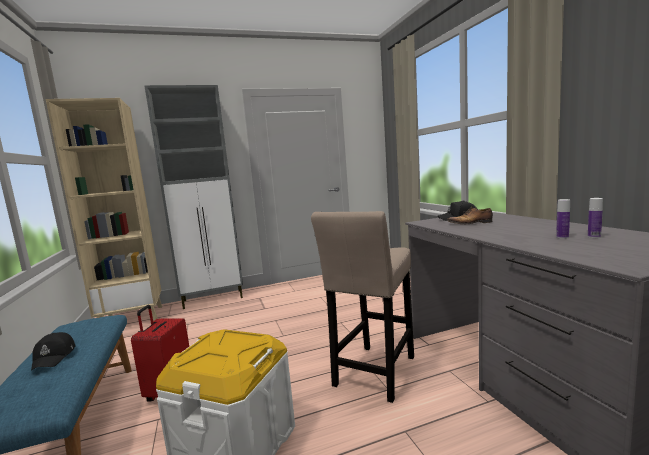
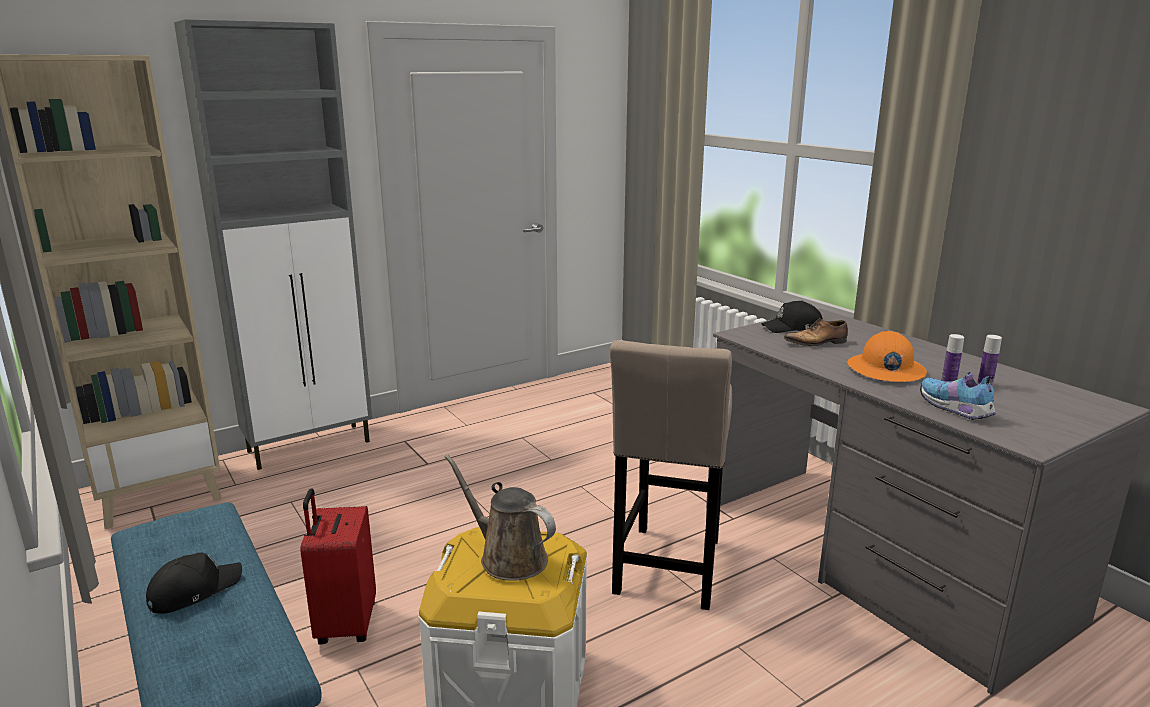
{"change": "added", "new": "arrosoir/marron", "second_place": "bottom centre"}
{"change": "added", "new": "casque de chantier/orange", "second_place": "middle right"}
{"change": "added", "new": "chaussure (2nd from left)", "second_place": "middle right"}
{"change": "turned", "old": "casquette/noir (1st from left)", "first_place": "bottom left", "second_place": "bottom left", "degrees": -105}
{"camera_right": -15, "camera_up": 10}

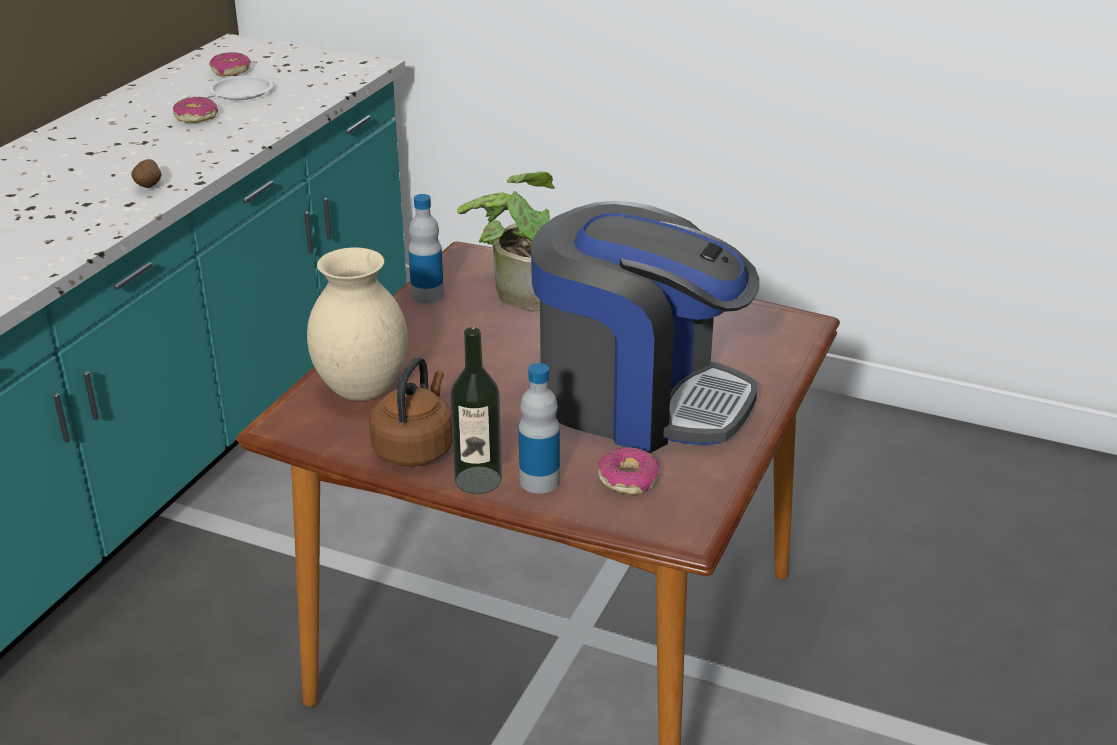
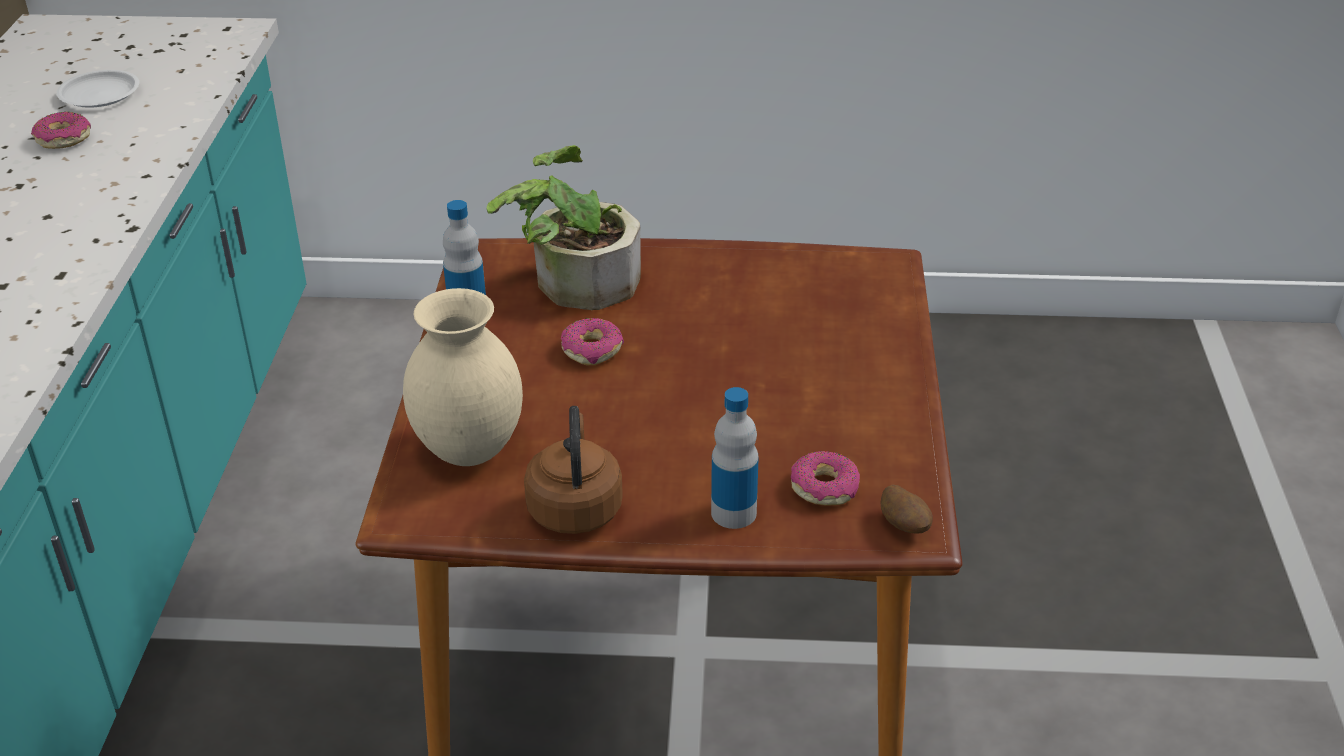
{"change": "removed", "old": "bouteille (2nd from left)", "first_place": "centre"}
{"change": "removed", "old": "machine à café", "first_place": "centre"}
{"change": "moved", "old": "pomme de terre", "first_place": "top left", "second_place": "bottom right"}
{"change": "moved", "old": "beignet (2nd from left)", "first_place": "top left", "second_place": "centre"}
{"camera_right": -20, "camera_up": 5}

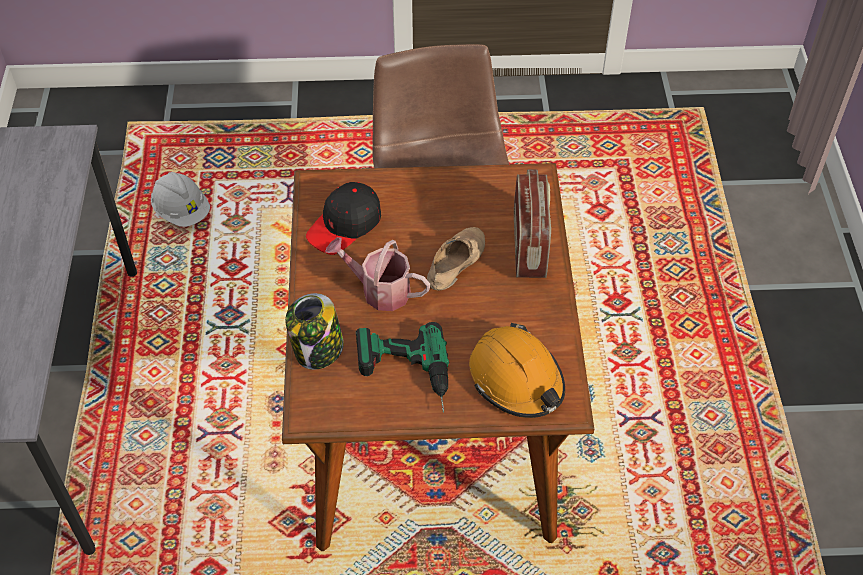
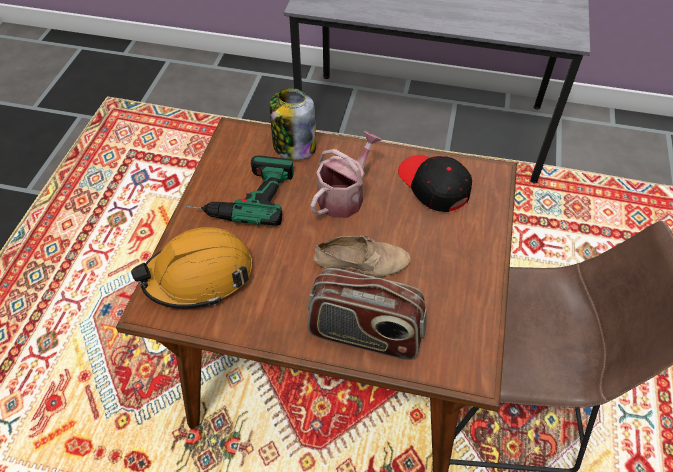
{"change": "removed", "old": "casque de chantier/blanc", "first_place": "middle left"}
{"change": "turned", "old": "chaussure/beige", "first_place": "centre", "second_place": "centre", "degrees": -45}
{"camera_right": 105, "camera_up": 0}

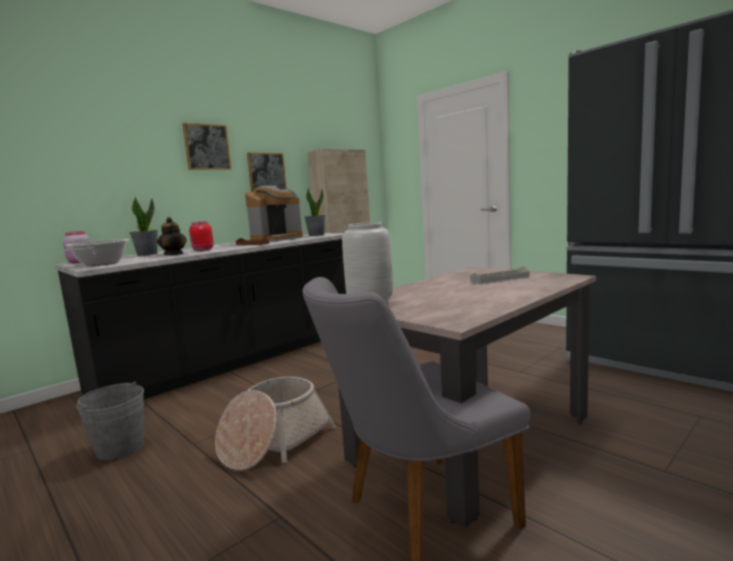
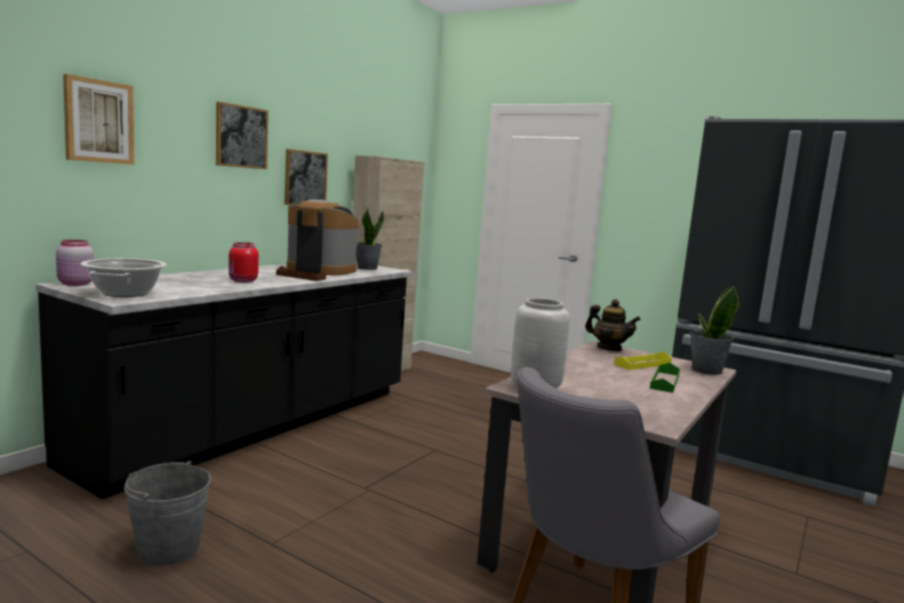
{"change": "removed", "old": "panier", "first_place": "bottom centre"}
{"change": "added", "new": "tableau (1st from left)", "second_place": "top left"}
{"change": "added", "new": "plateau/vert", "second_place": "middle right"}
{"change": "moved", "old": "plante en pot (1st from left in the first image)", "new": "plante en pot (2nd from left)", "first_place": "middle left", "second_place": "middle right"}
{"change": "moved", "old": "théière", "first_place": "middle left", "second_place": "middle right"}
{"change": "recoloured", "old": "plateau/gris", "new": "plateau/jaune", "first_place": "middle right", "second_place": "middle right"}
{"change": "turned", "old": "machine à café", "first_place": "centre", "second_place": "centre", "degrees": -105}
{"camera_right": -15, "camera_up": 0}

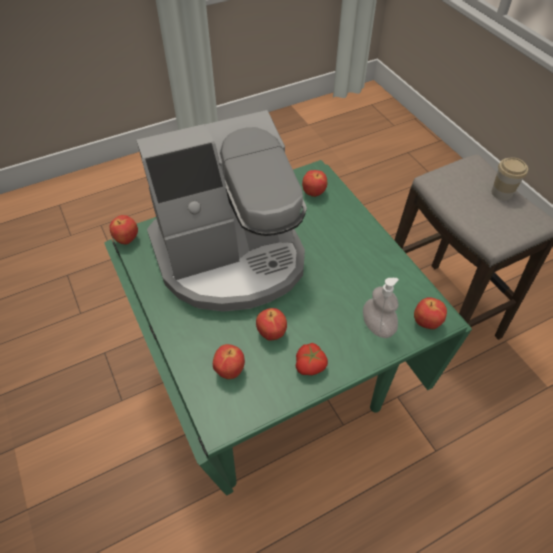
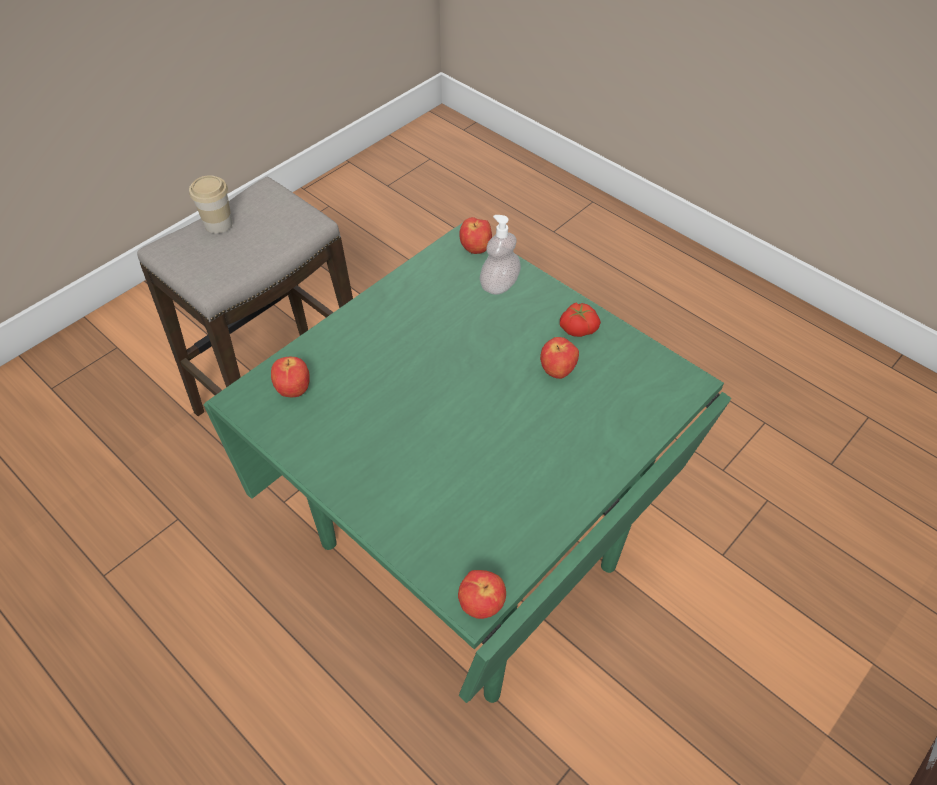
{"change": "removed", "old": "machine à café", "first_place": "centre"}
{"change": "removed", "old": "pomme (2nd from left)", "first_place": "centre"}
{"camera_right": -110, "camera_up": 0}

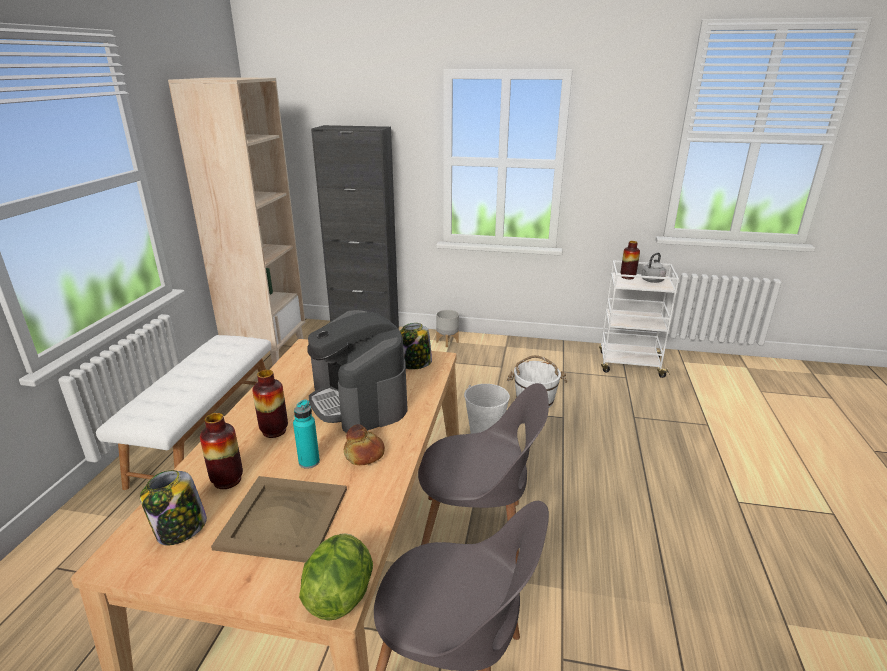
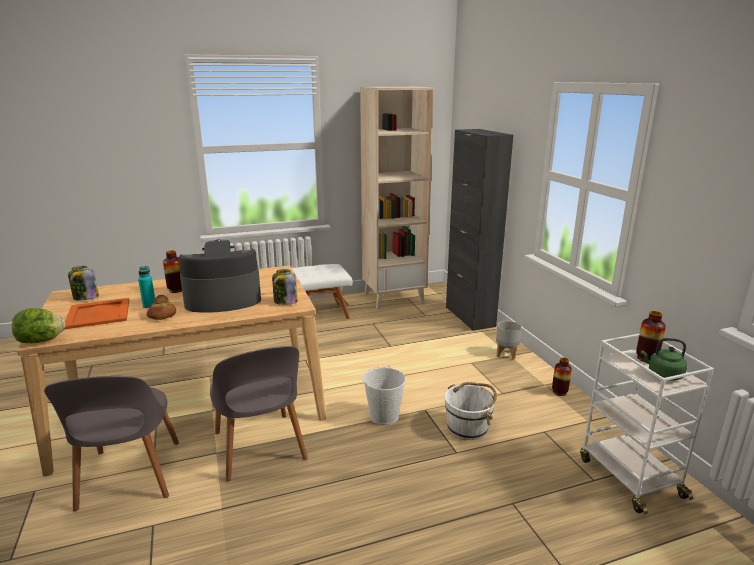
{"change": "moved", "old": "vase (1st from left in the first image)", "new": "vase (2nd from left)", "first_place": "bottom left", "second_place": "middle right"}
{"change": "recoloured", "old": "plateau/beige", "new": "plateau/orange", "first_place": "bottom left", "second_place": "middle left"}
{"change": "recoloured", "old": "bouilloire/gris", "new": "bouilloire/vert", "first_place": "middle right", "second_place": "middle right"}
{"change": "turned", "old": "machine à café", "first_place": "centre", "second_place": "middle left", "degrees": 45}
{"camera_right": 60, "camera_up": -5}

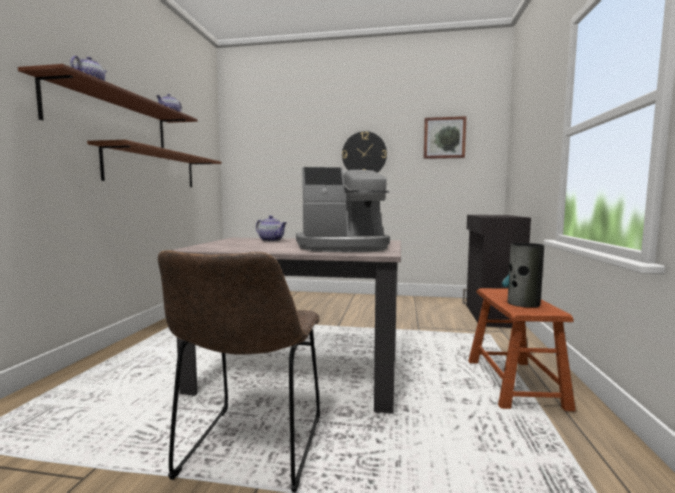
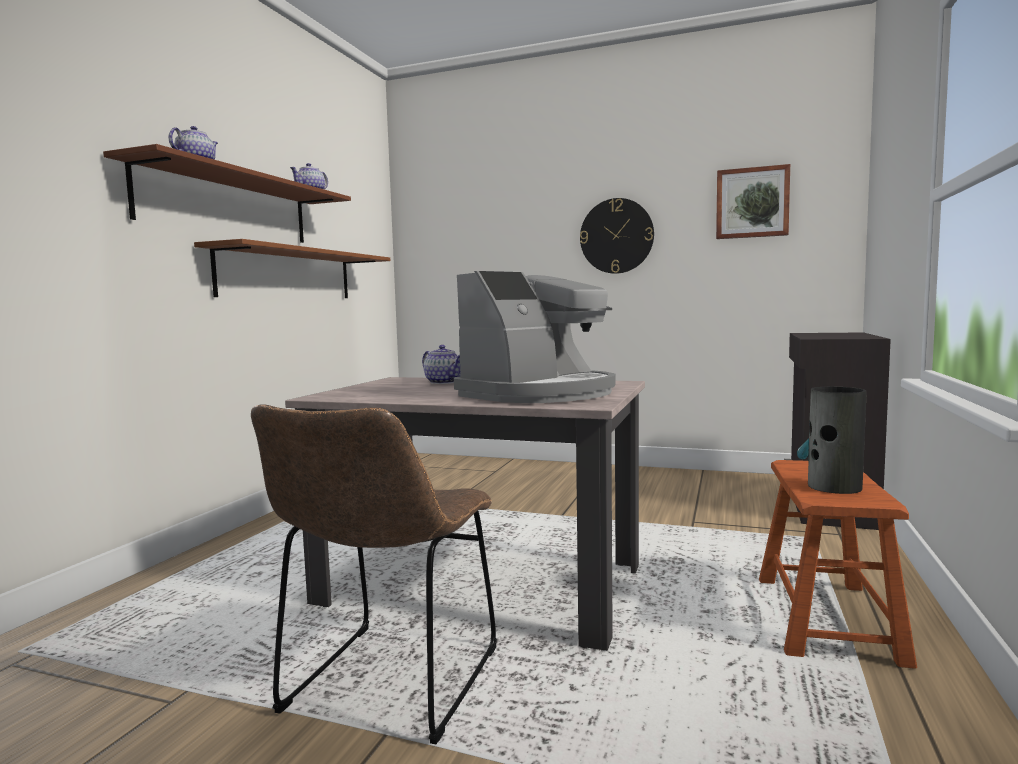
{"change": "turned", "old": "machine à café", "first_place": "centre", "second_place": "centre", "degrees": -45}
{"camera_right": 10, "camera_up": 0}

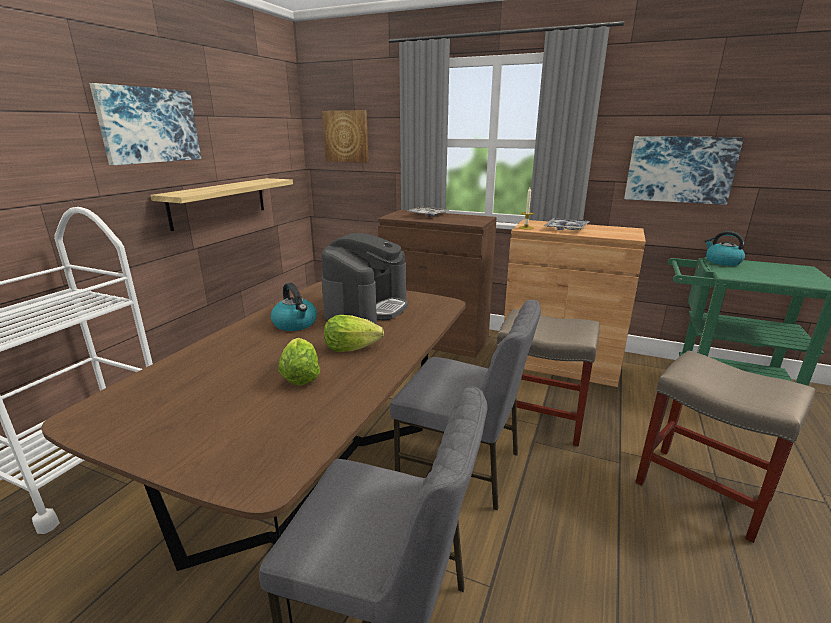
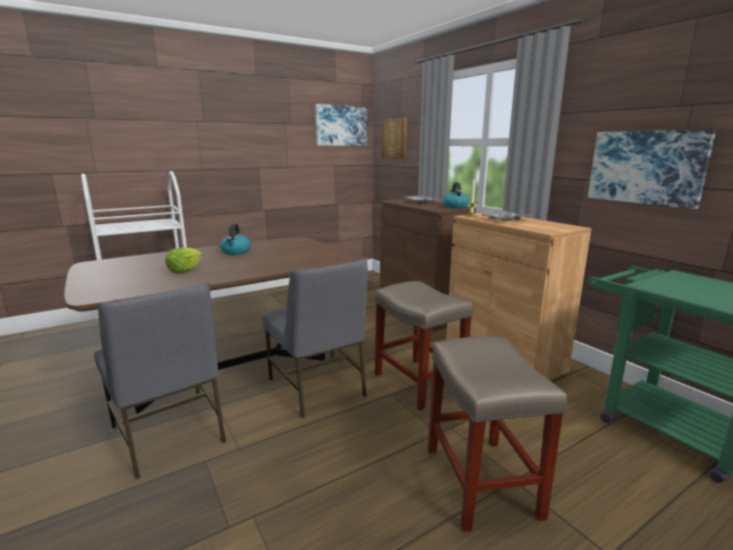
{"change": "removed", "old": "étagère", "first_place": "top left"}
{"change": "removed", "old": "machine à café", "first_place": "centre"}
{"change": "removed", "old": "laitue (2nd from left)", "first_place": "centre"}
{"change": "moved", "old": "tableau (1st from left)", "first_place": "top left", "second_place": "top centre"}
{"change": "moved", "old": "bouilloire (2nd from left)", "first_place": "middle right", "second_place": "centre"}
{"camera_right": 35, "camera_up": -5}

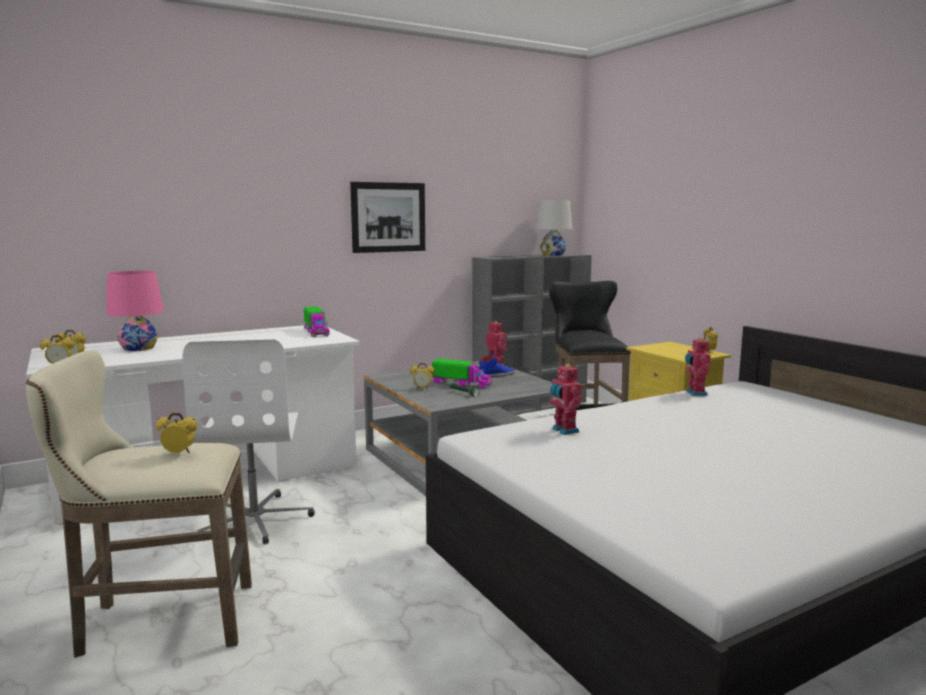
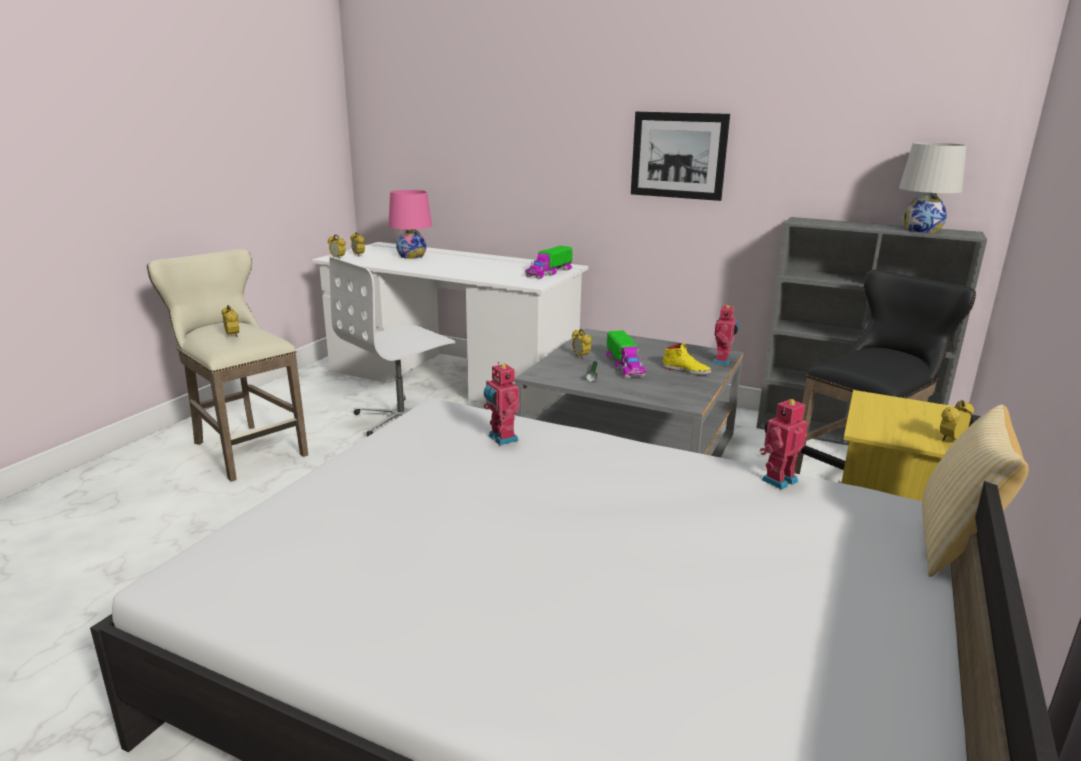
{"change": "added", "new": "coussin", "second_place": "middle right"}
{"change": "recoloured", "old": "chaussure/bleu", "new": "chaussure/jaune", "first_place": "centre", "second_place": "centre"}
{"change": "turned", "old": "robot jouet (2nd from left in the first image)", "first_place": "centre", "second_place": "centre", "degrees": -60}
{"camera_right": 55, "camera_up": 10}

